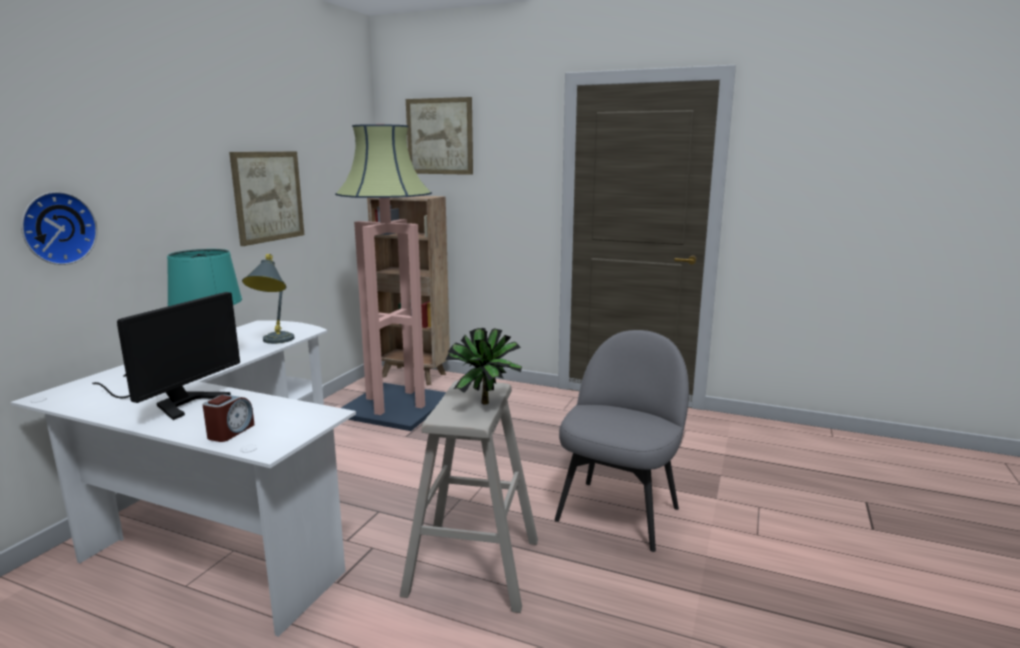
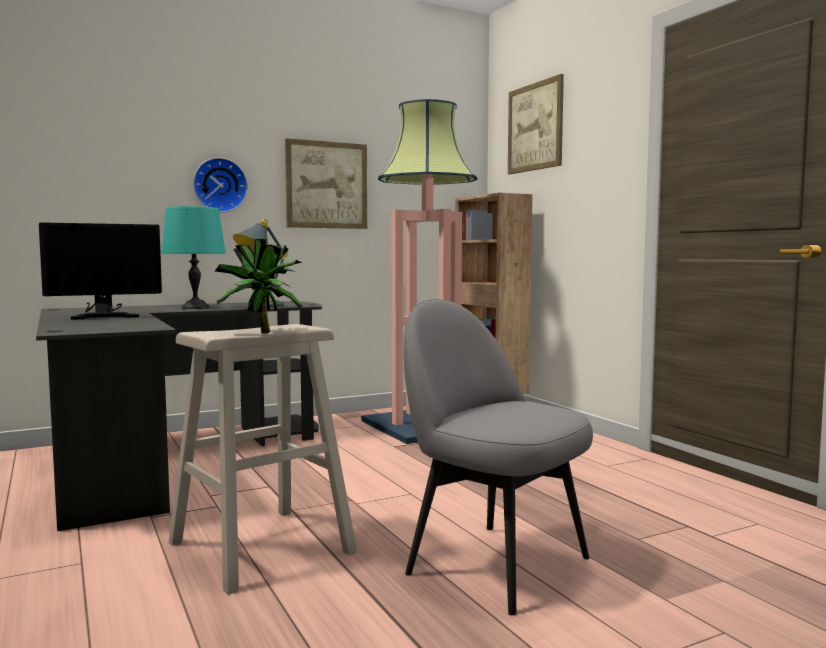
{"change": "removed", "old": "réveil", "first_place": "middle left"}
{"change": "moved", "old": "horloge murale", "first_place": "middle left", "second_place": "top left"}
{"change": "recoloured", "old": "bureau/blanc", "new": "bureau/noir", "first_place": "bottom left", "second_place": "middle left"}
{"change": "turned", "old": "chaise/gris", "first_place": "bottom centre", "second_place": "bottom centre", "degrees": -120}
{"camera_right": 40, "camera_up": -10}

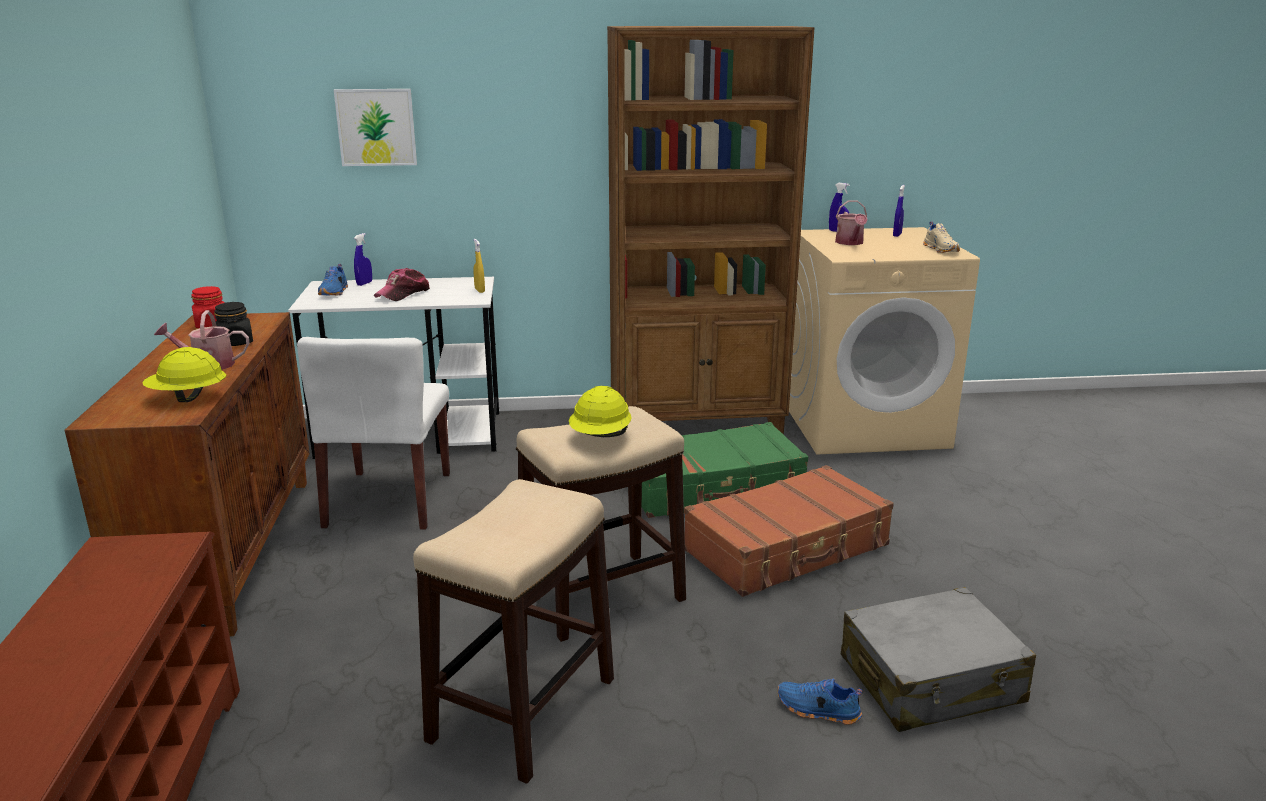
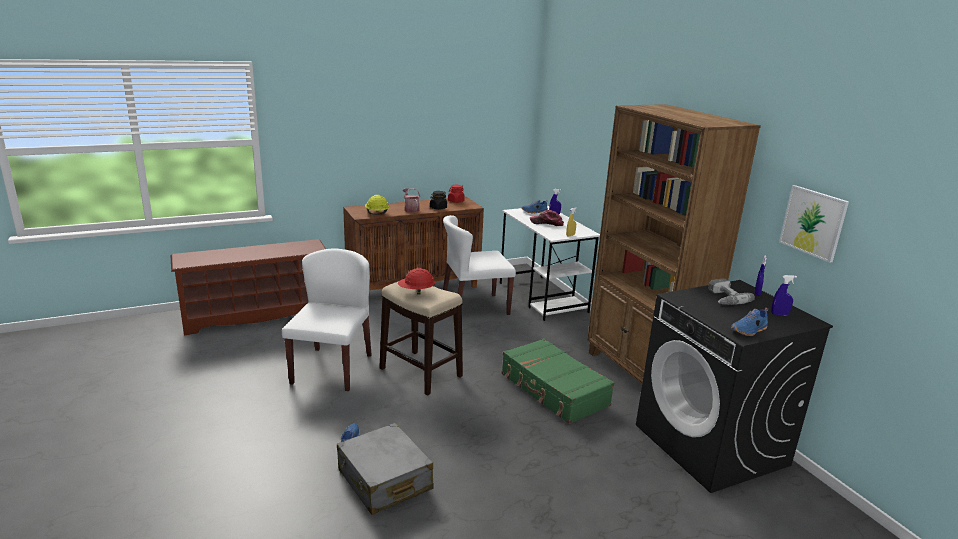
{"change": "removed", "old": "valise/marron", "first_place": "centre"}
{"change": "moved", "old": "tableau", "first_place": "top left", "second_place": "middle right"}
{"change": "replaced", "old": "tabouret (1st from left)", "new": "chaise/blanc (1st from left)", "first_place": "bottom centre", "second_place": "centre"}
{"change": "replaced", "old": "arrosoir (2nd from left)", "new": "perceuse", "first_place": "top right", "second_place": "middle right"}
{"change": "recoloured", "old": "casque de chantier/jaune (2nd from left)", "new": "casque de chantier/rouge", "first_place": "centre", "second_place": "centre"}
{"change": "recoloured", "old": "lave-linge/beige", "new": "lave-linge/noir", "first_place": "middle right", "second_place": "bottom right"}
{"change": "recoloured", "old": "chaussure/beige", "new": "chaussure/bleu (3rd from left)", "first_place": "top right", "second_place": "middle right"}
{"camera_right": 70, "camera_up": 0}

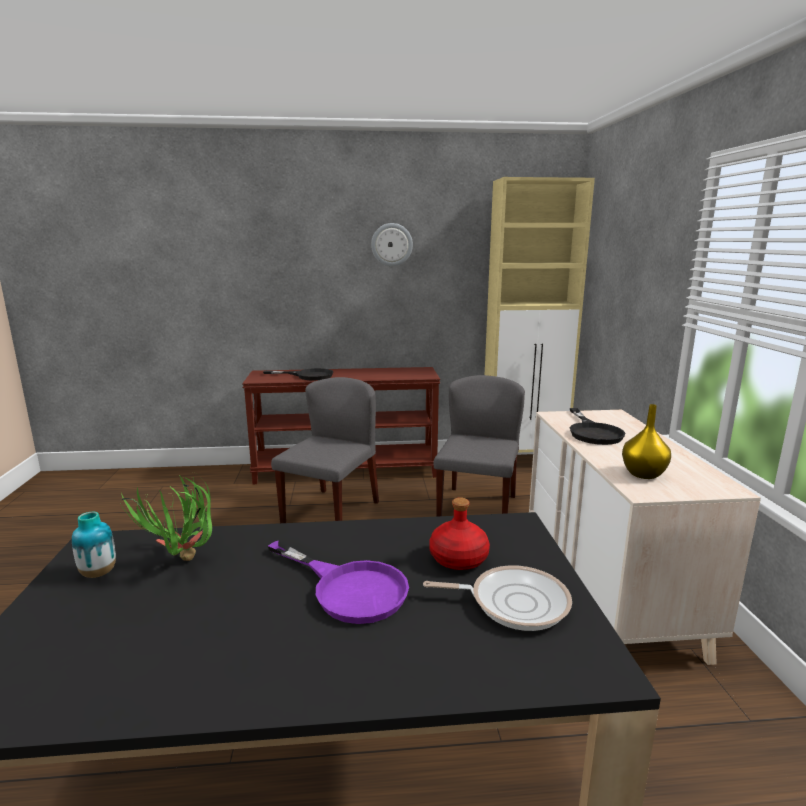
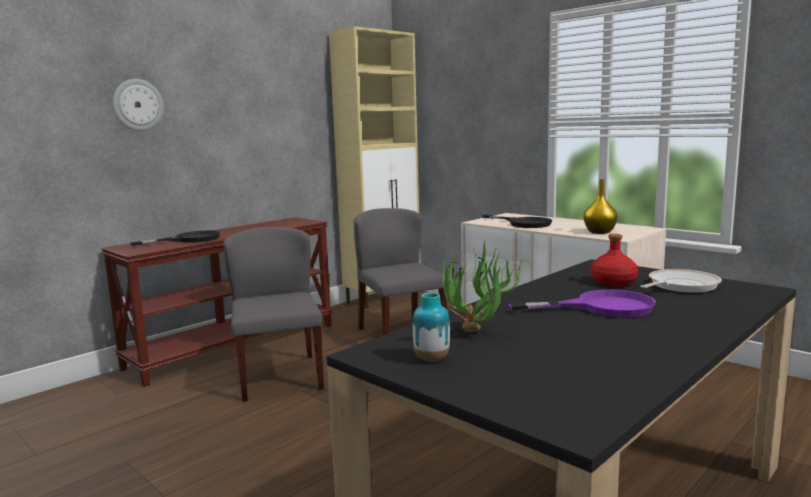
{"change": "moved", "old": "horloge murale", "first_place": "top centre", "second_place": "top left"}
{"camera_right": -40, "camera_up": -5}

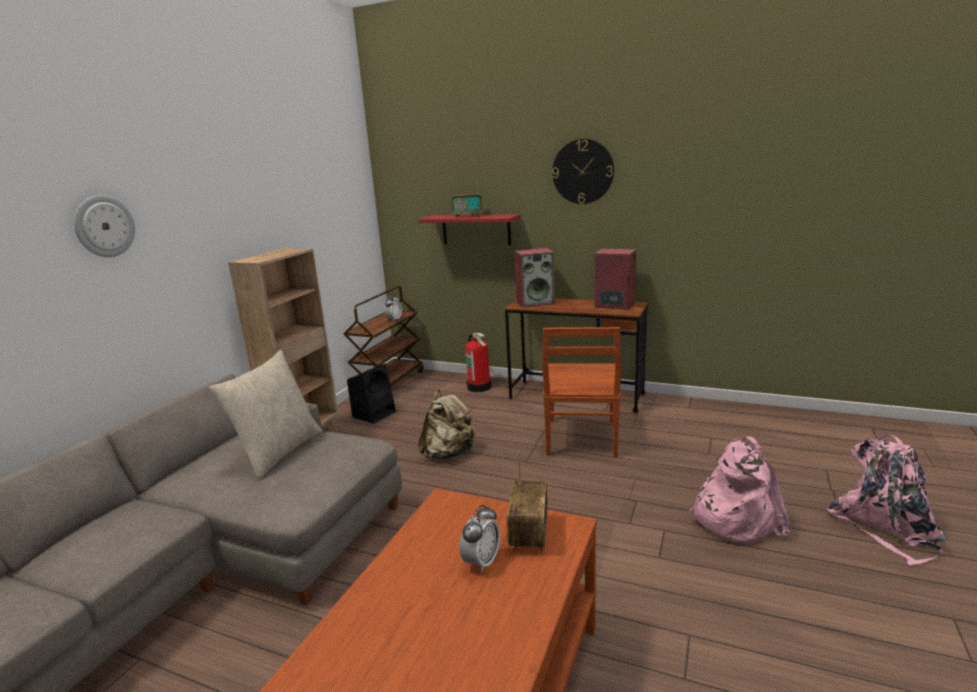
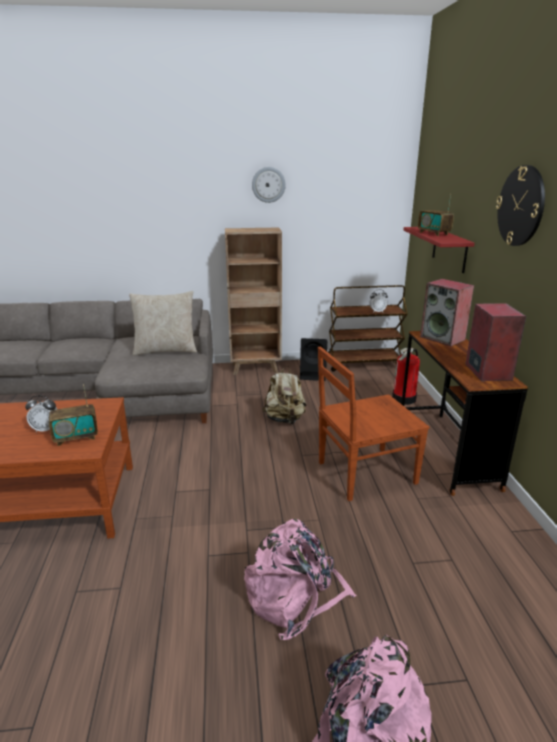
{"change": "moved", "old": "horloge murale (1st from left)", "first_place": "top left", "second_place": "top centre"}
{"camera_right": 60, "camera_up": 5}

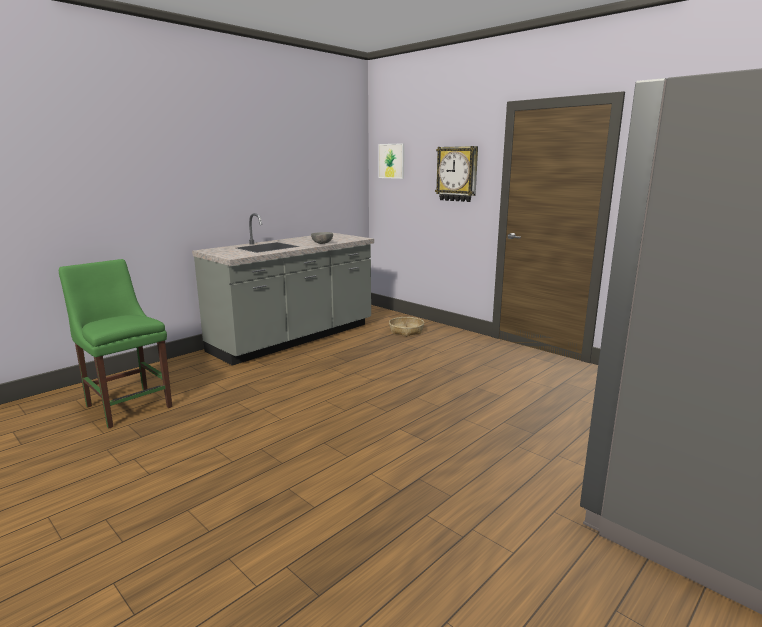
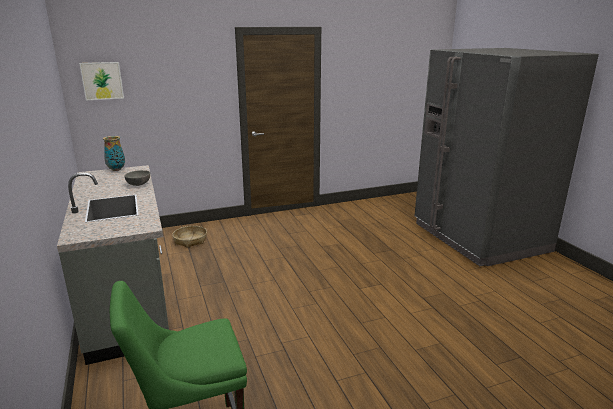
{"change": "removed", "old": "horloge murale", "first_place": "top centre"}
{"change": "added", "new": "vase", "second_place": "middle left"}
{"camera_right": -65, "camera_up": 5}

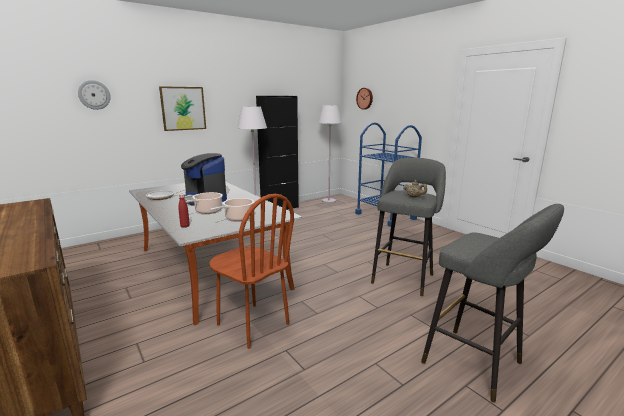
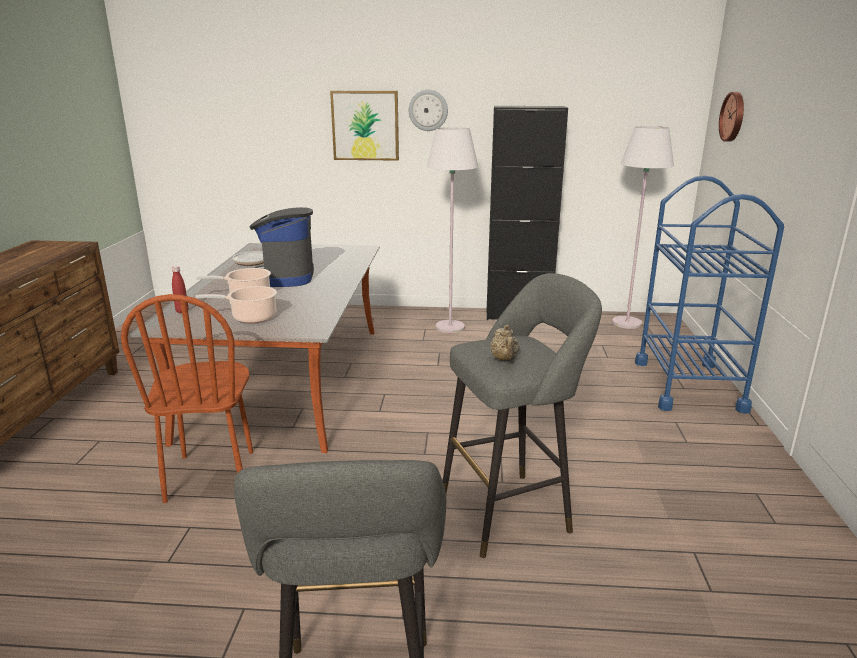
{"change": "moved", "old": "horloge murale (1st from left)", "first_place": "top left", "second_place": "top centre"}
{"camera_right": 40, "camera_up": 5}

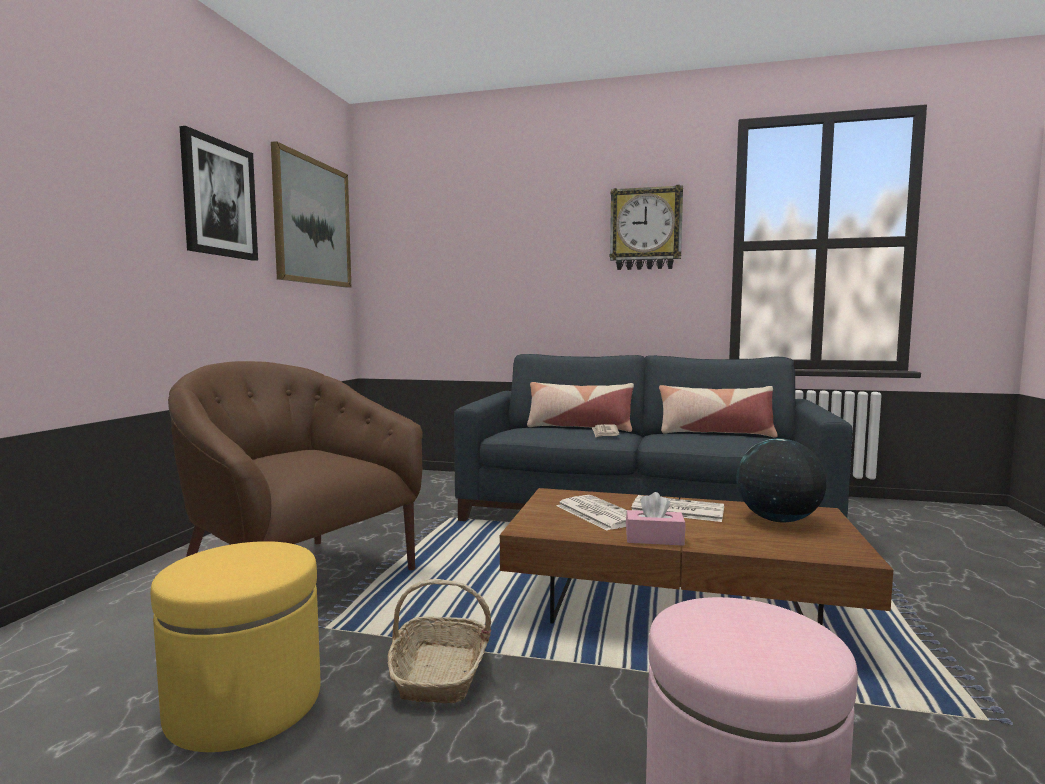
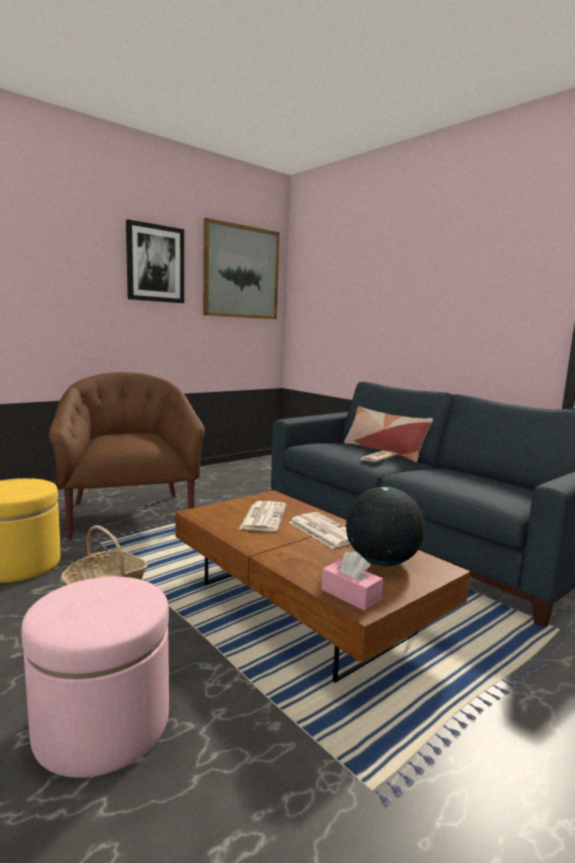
{"change": "removed", "old": "horloge murale", "first_place": "top centre"}
{"change": "removed", "old": "coussin (2nd from left)", "first_place": "middle right"}
{"change": "moved", "old": "boîte à mouchoirs/rose", "first_place": "centre", "second_place": "bottom centre"}
{"camera_right": 35, "camera_up": 5}

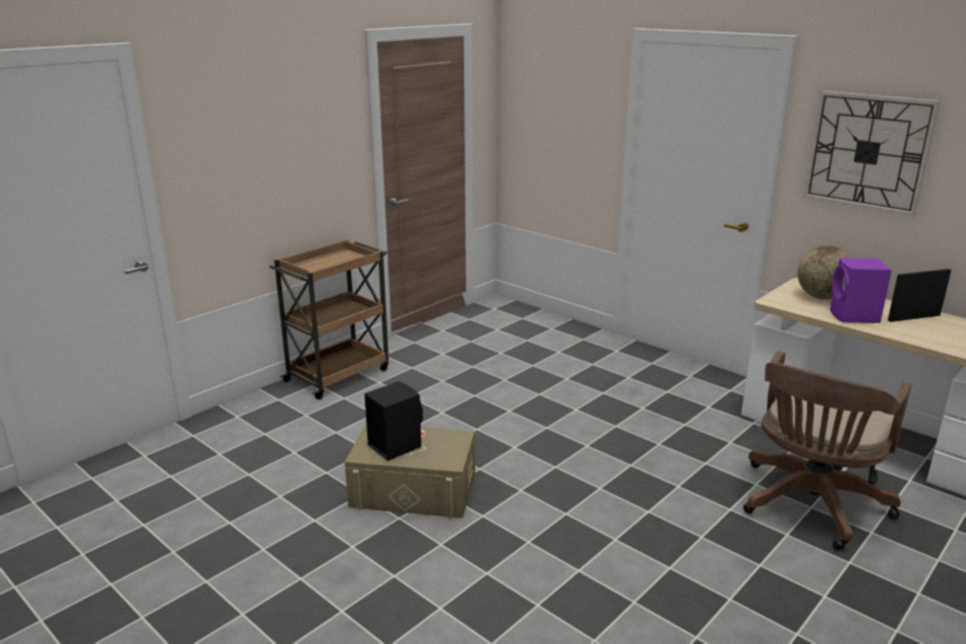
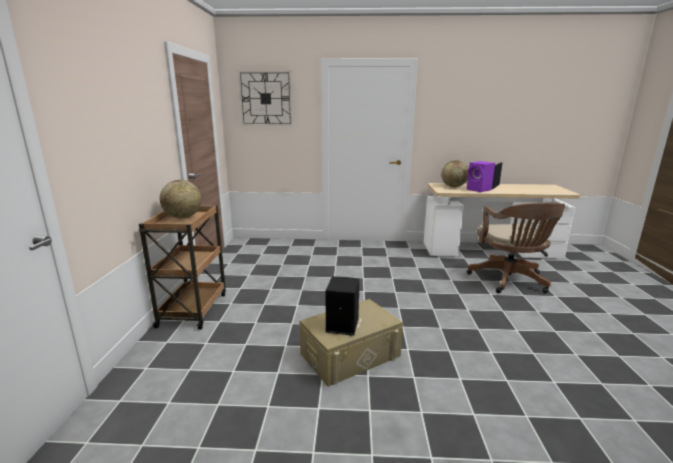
{"change": "added", "new": "globe (1st from left)", "second_place": "middle left"}
{"change": "moved", "old": "horloge murale", "first_place": "top right", "second_place": "top centre"}
{"camera_right": -40, "camera_up": -5}

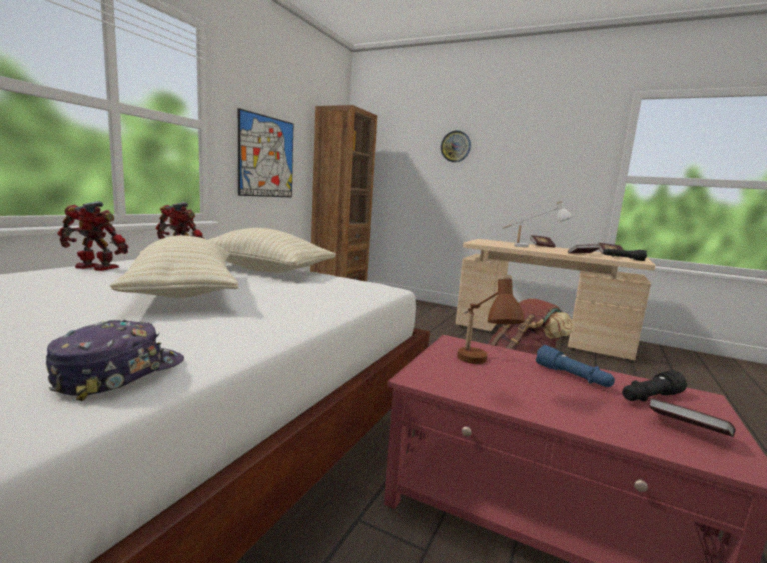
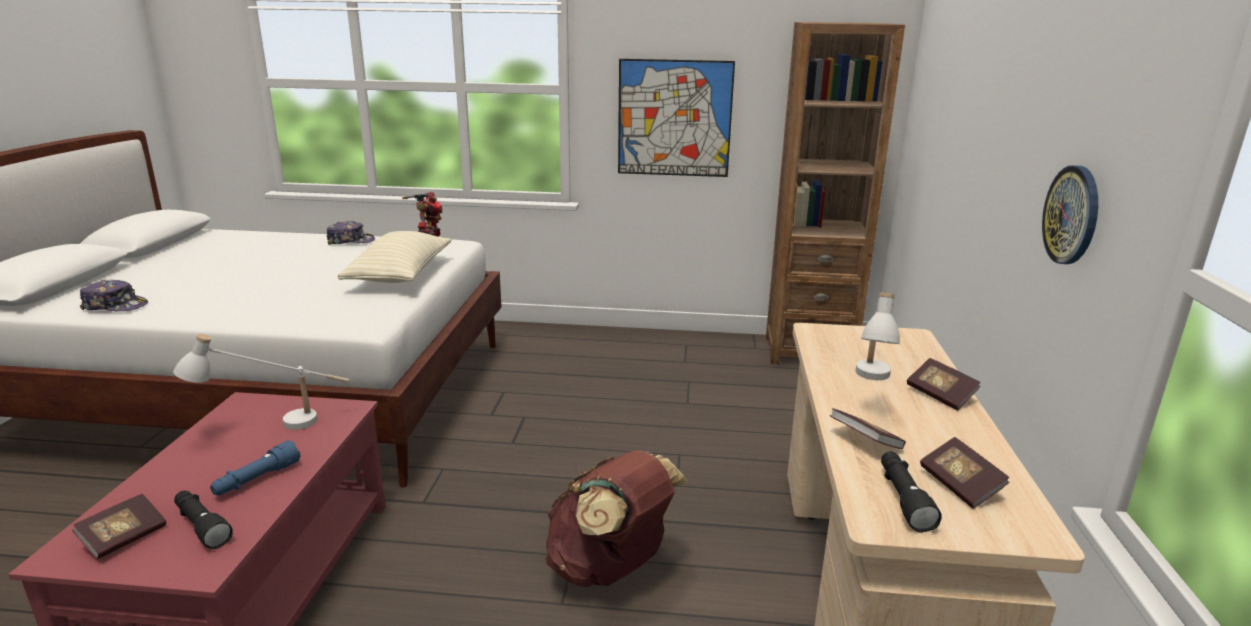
{"change": "removed", "old": "coussin/beige (1st from left)", "first_place": "middle left"}
{"change": "moved", "old": "horloge murale", "first_place": "top centre", "second_place": "middle right"}
{"change": "replaced", "old": "robot jouet (1st from left)", "new": "casquette (2nd from left)", "first_place": "middle left", "second_place": "middle left"}
{"change": "recoloured", "old": "lampe de table/marron", "new": "lampe de table/blanc (1st from left)", "first_place": "centre", "second_place": "middle left"}
{"camera_right": 70, "camera_up": 10}

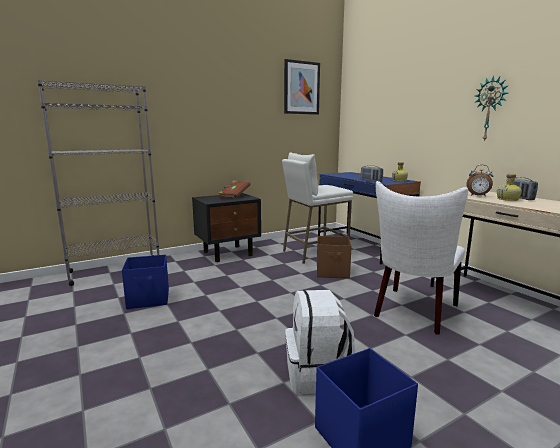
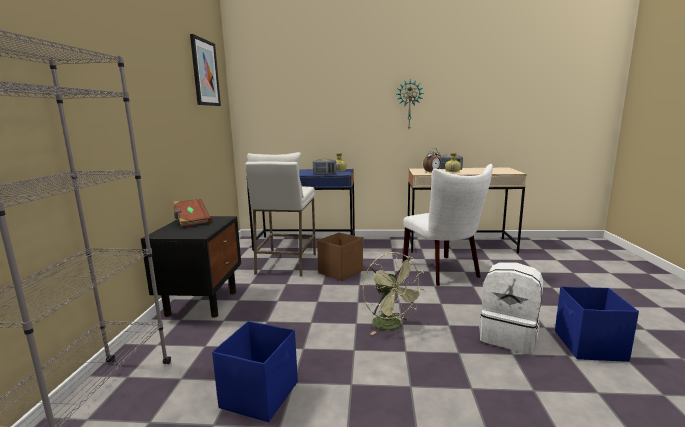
{"change": "added", "new": "ventilateur/vert", "second_place": "bottom centre"}
{"camera_right": -55, "camera_up": 0}

